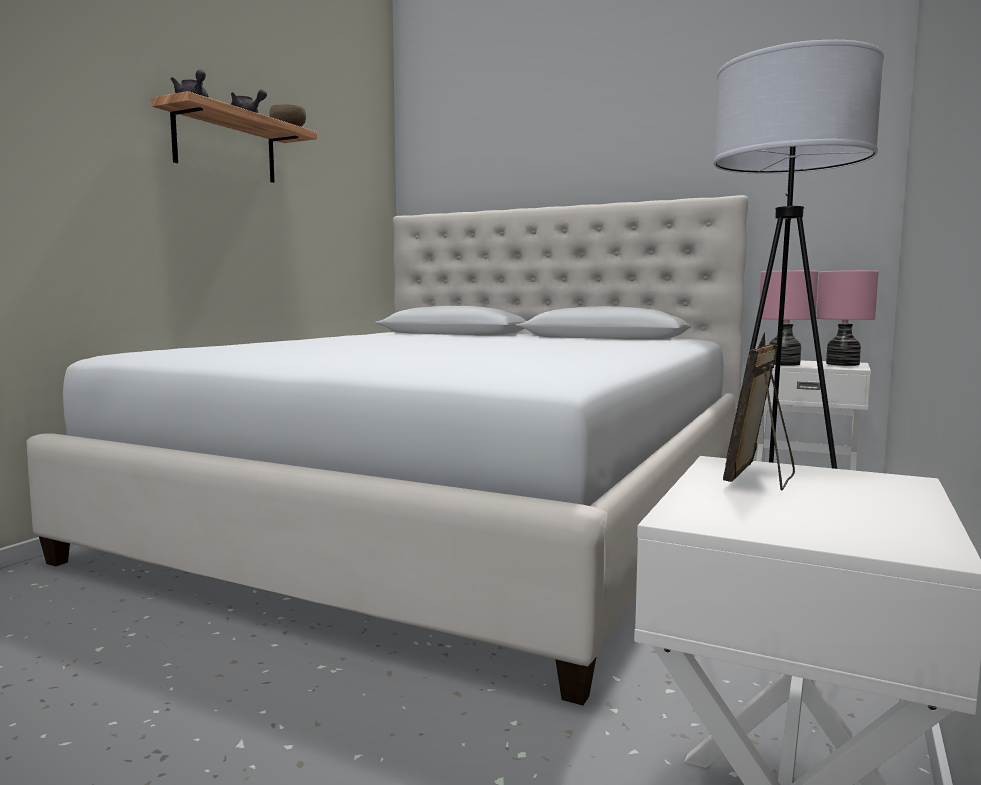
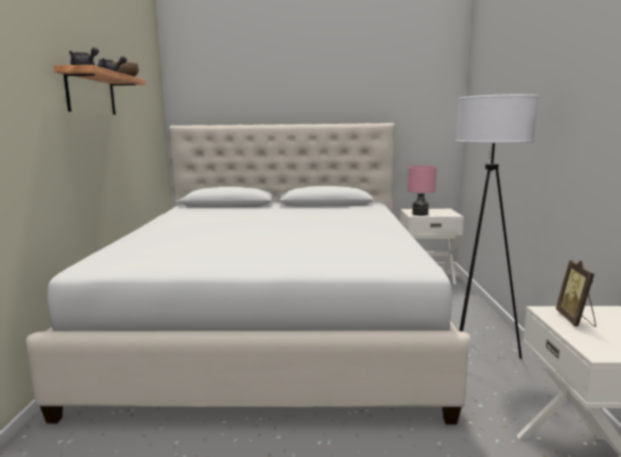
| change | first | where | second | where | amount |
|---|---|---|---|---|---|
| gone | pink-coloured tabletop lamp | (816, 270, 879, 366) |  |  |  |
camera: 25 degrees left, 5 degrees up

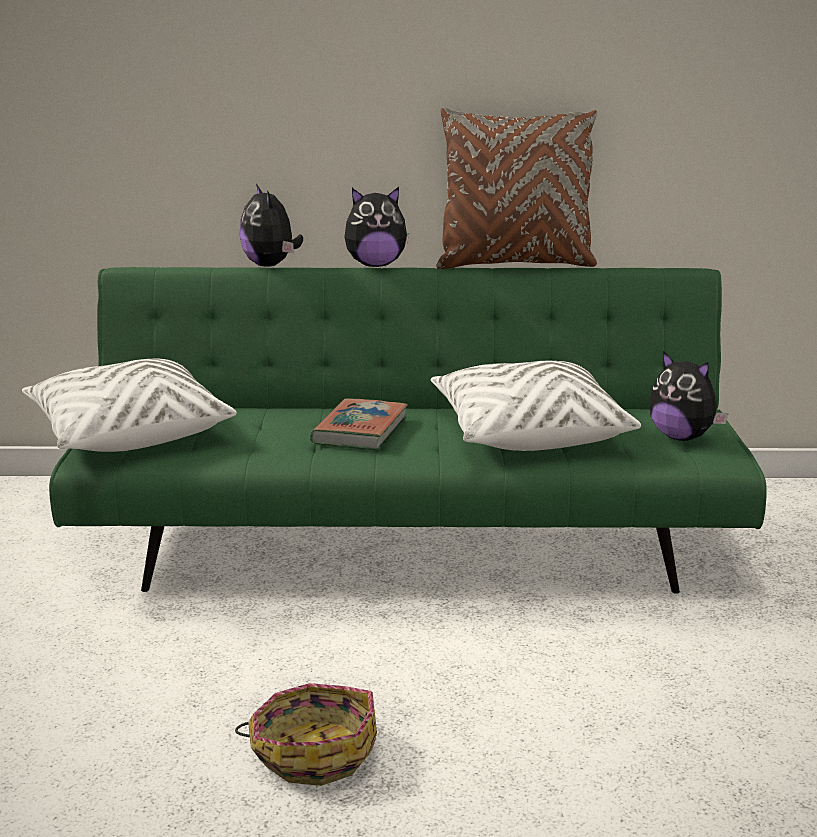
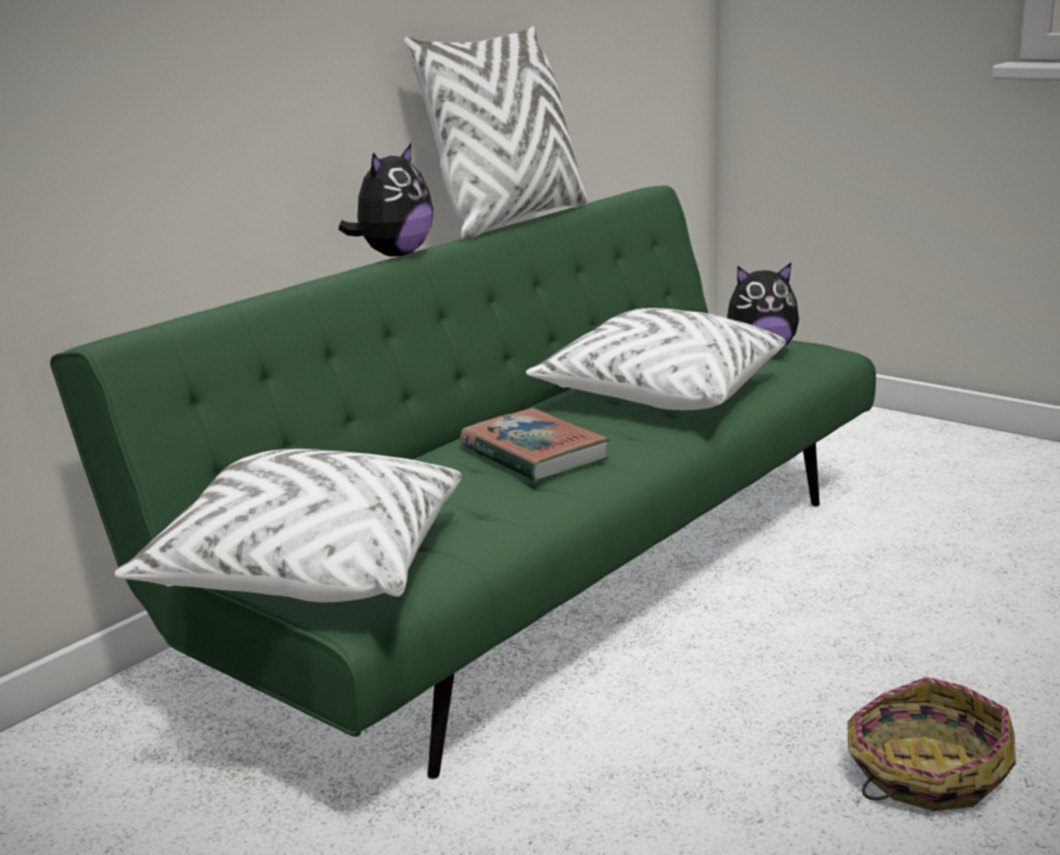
| change | first | where | second | where | amount |
|---|---|---|---|---|---|
| gone | cuddly toy | (240, 184, 303, 267) |  |  |  |
| repainted | brown cushion | (436, 107, 597, 269) | white-coloured cushion | (404, 26, 587, 241) |  |
camera: 50 degrees left, 0 degrees up

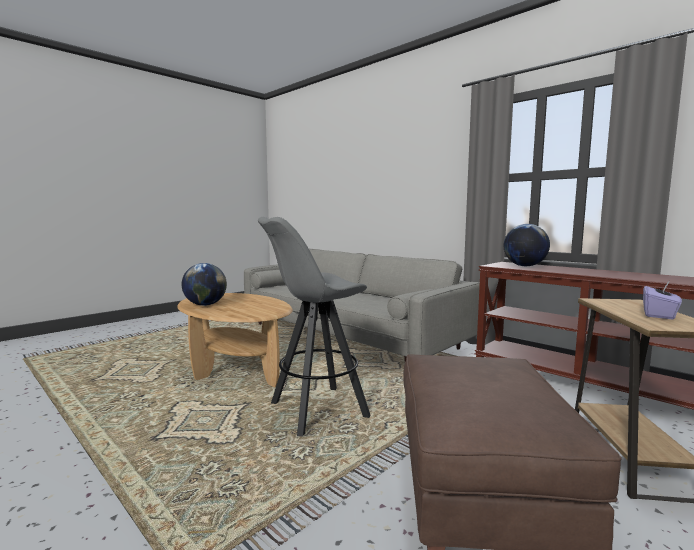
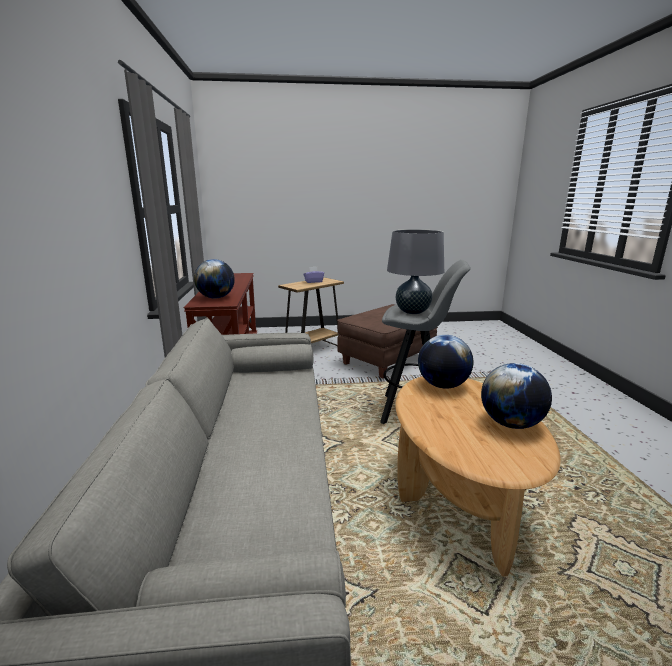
| change | first | where | second | where | amount |
|---|---|---|---|---|---|
| new |  |  | grey tabletop lamp | (387, 229, 444, 314) |  |
| new |  |  | desk globe | (418, 335, 474, 389) |  |
camera: 140 degrees left, 10 degrees up

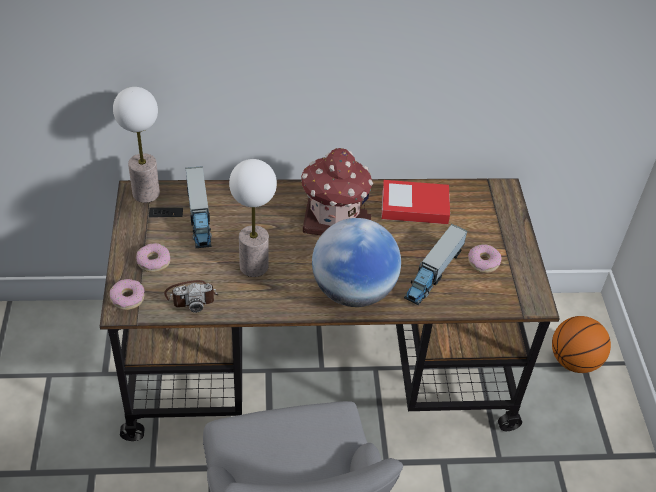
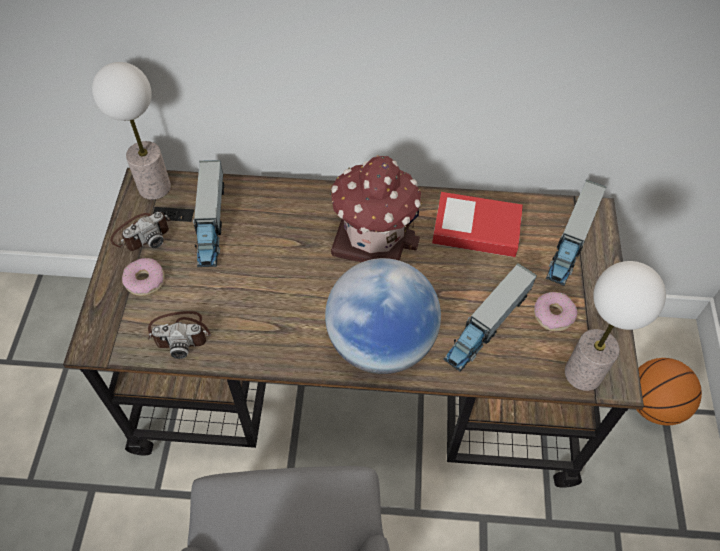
| change | first | where | second | where | amount |
|---|---|---|---|---|---|
| gone | doughnut | (110, 279, 145, 310) |  |  |  |
| shifted | tabletop lamp | (229, 159, 277, 277) |  | (565, 261, 666, 391) |  |
| new |  |  | photo camera | (110, 212, 171, 251) |  |
| new |  |  | toy lorry | (546, 180, 606, 286) |  |
camera: 10 degrees right, 10 degrees up

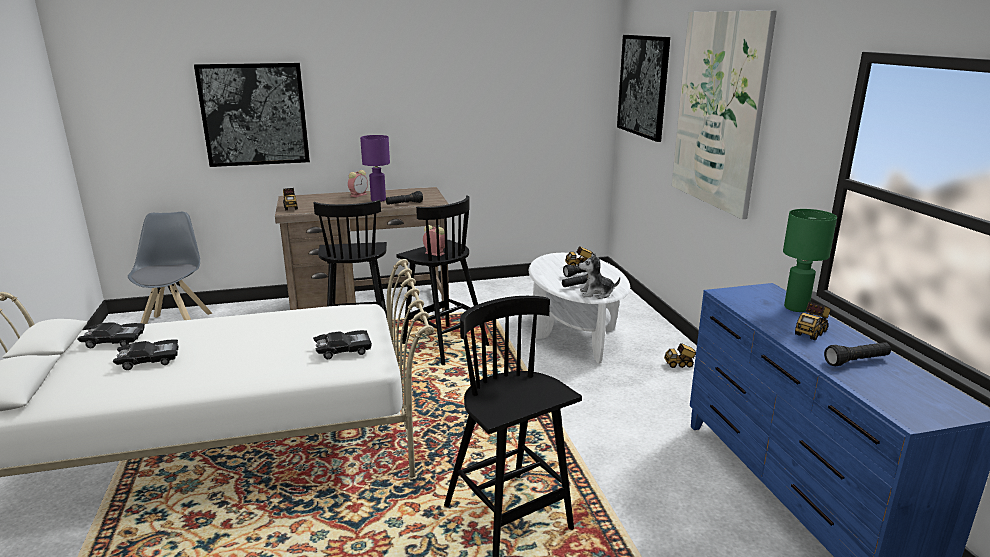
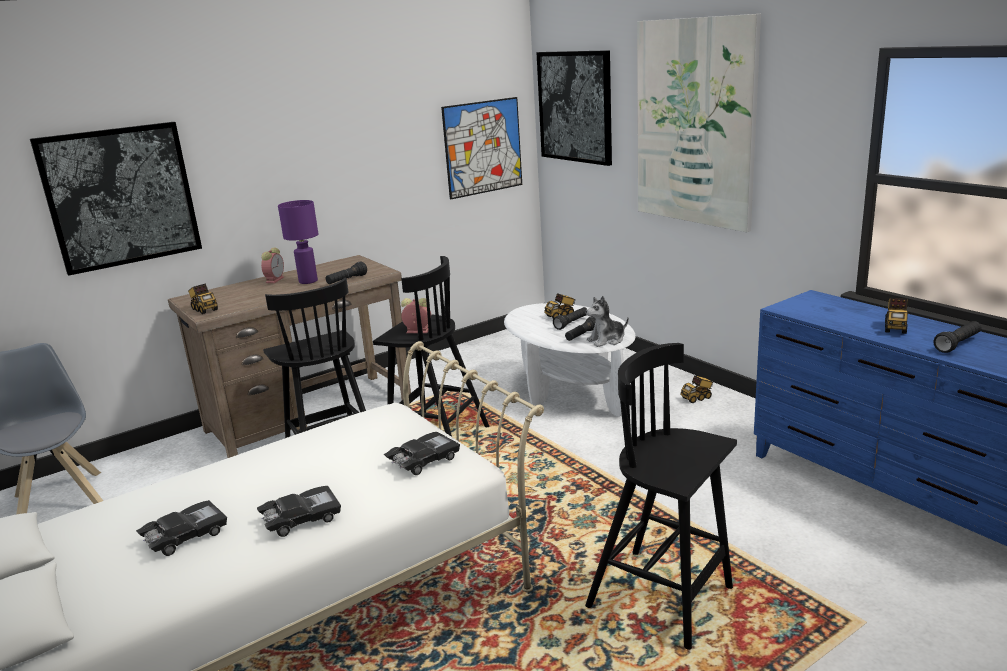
| change | first | where | second | where | amount |
|---|---|---|---|---|---|
| shifted | blackish model car | (77, 322, 145, 348) |  | (257, 486, 341, 537) |  |
| gone | greenish tabletop lamp | (783, 209, 837, 312) |  |  |  |
| new |  |  | wall picture | (441, 97, 522, 199) |  |
camera: 20 degrees left, 0 degrees up

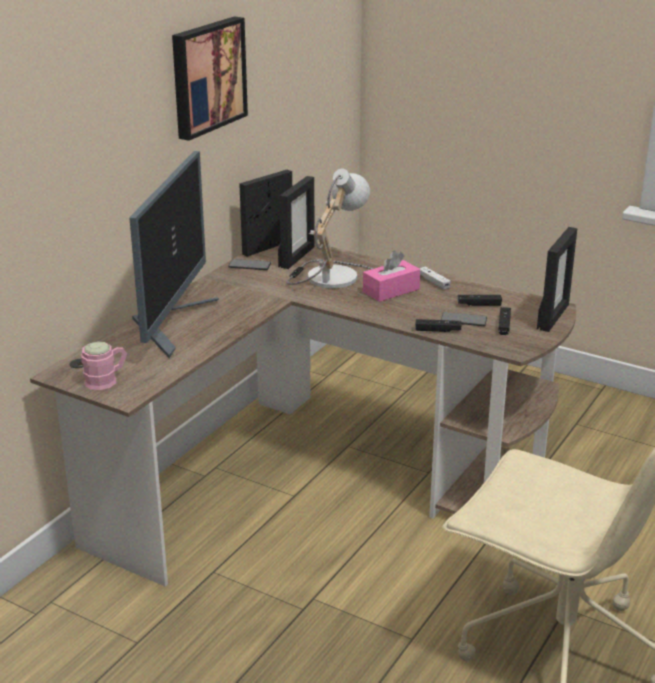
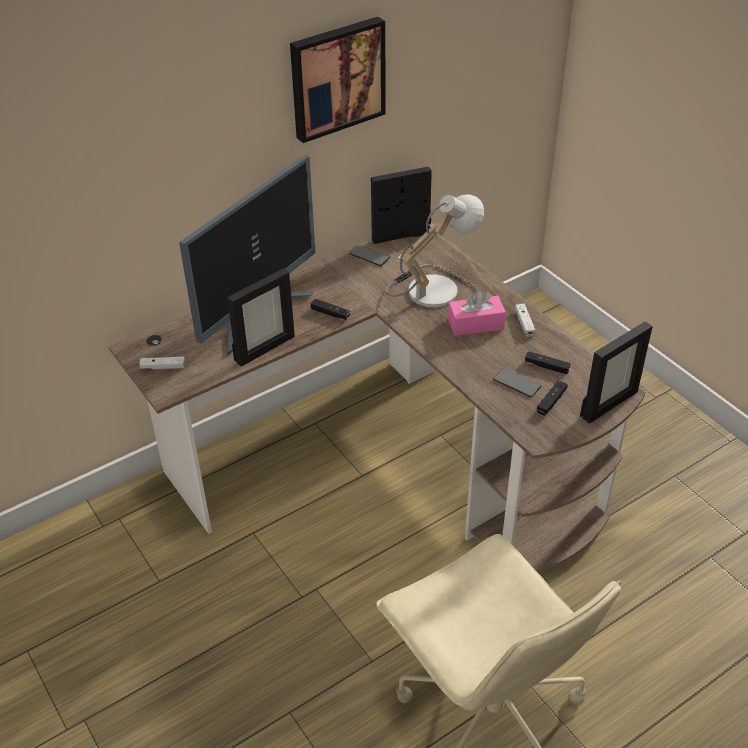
| change | first | where | second | where | amount |
|---|---|---|---|---|---|
| swapped | pink-coloured coffee mug | (81, 341, 127, 390) | white-coloured joypad | (139, 357, 185, 369) |  |
| shifted | picture frame | (278, 176, 315, 269) |  | (227, 268, 295, 367) |  |
| shifted | blackish joypad | (415, 319, 461, 332) |  | (311, 299, 351, 320) |  |
camera: 25 degrees right, 15 degrees up

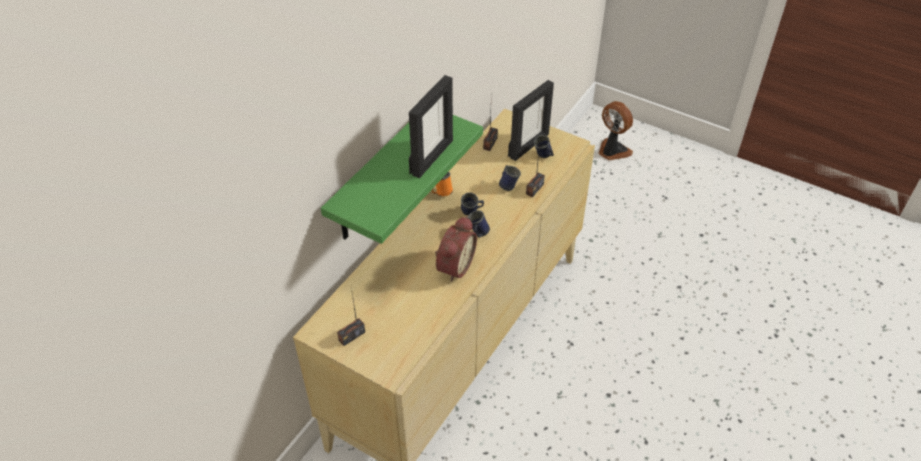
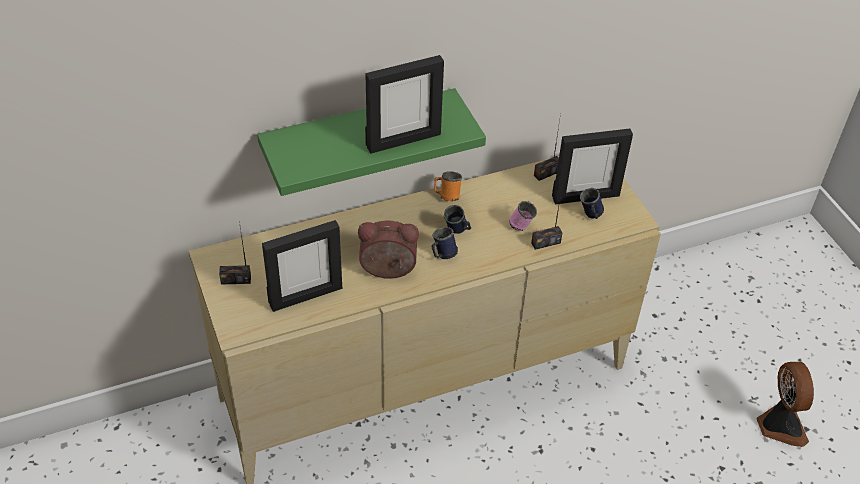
| change | first | where | second | where | amount |
|---|---|---|---|---|---|
| rotated | bedside clock | (435, 216, 477, 282) |  | (358, 220, 419, 279) | 150 degrees counterclockwise |
| repainted | bluish coffee mug | (499, 165, 521, 191) | pink-coloured coffee mug | (509, 201, 537, 231) |  |
| shifted | cooling fan | (598, 101, 633, 160) |  | (757, 362, 814, 447) |  |
| new |  |  | picture frame | (262, 220, 342, 312) |  |
camera: 35 degrees right, 0 degrees up

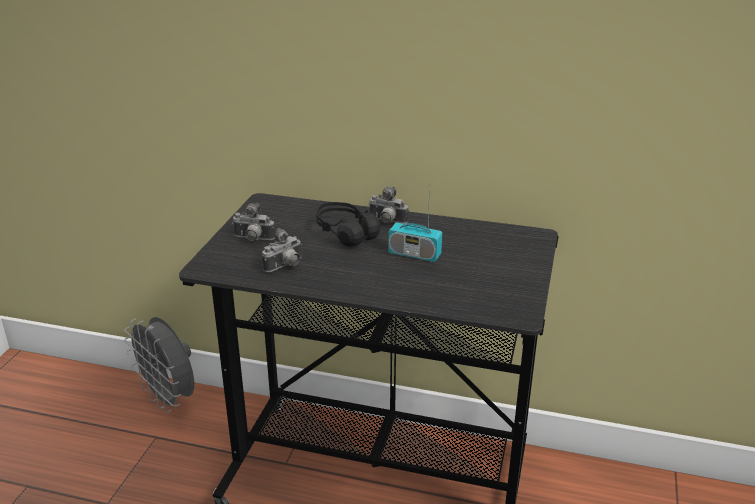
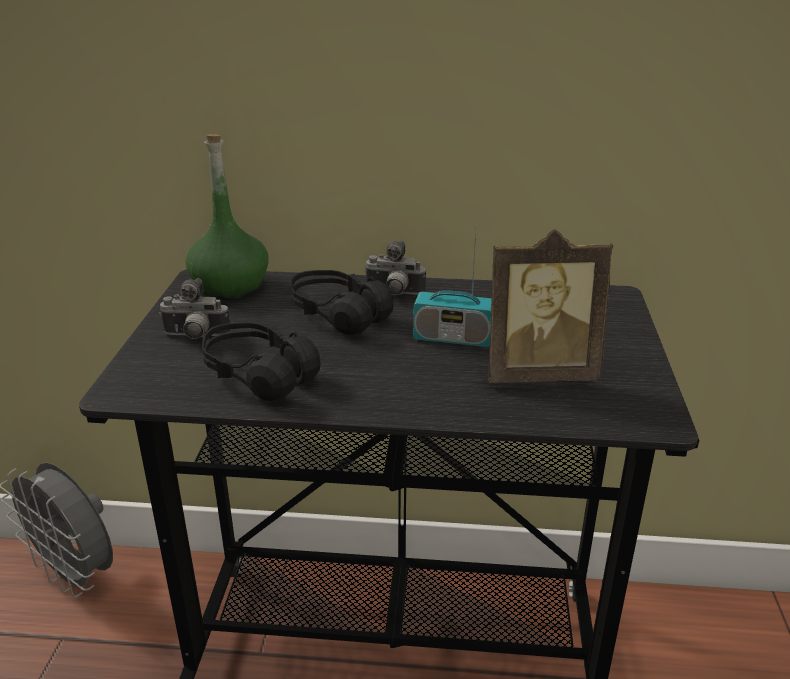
| change | first | where | second | where | amount |
|---|---|---|---|---|---|
| swapped | photo camera | (262, 228, 302, 272) | blackish headset | (202, 322, 320, 401) |  |
| new |  |  | greenish drink bottle | (185, 134, 269, 300) |  |
| new |  |  | picture frame | (488, 229, 613, 383) |  |
camera: 10 degrees left, 0 degrees up

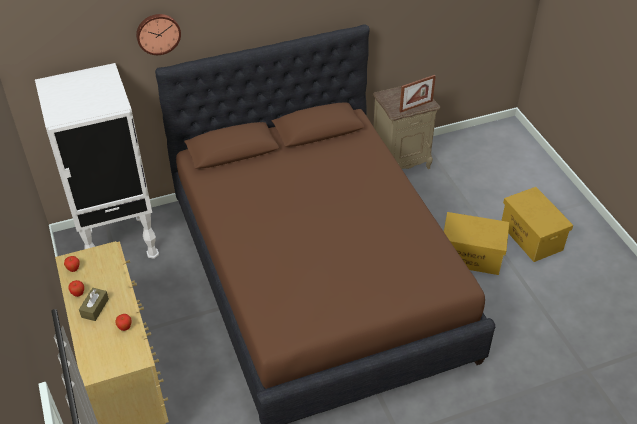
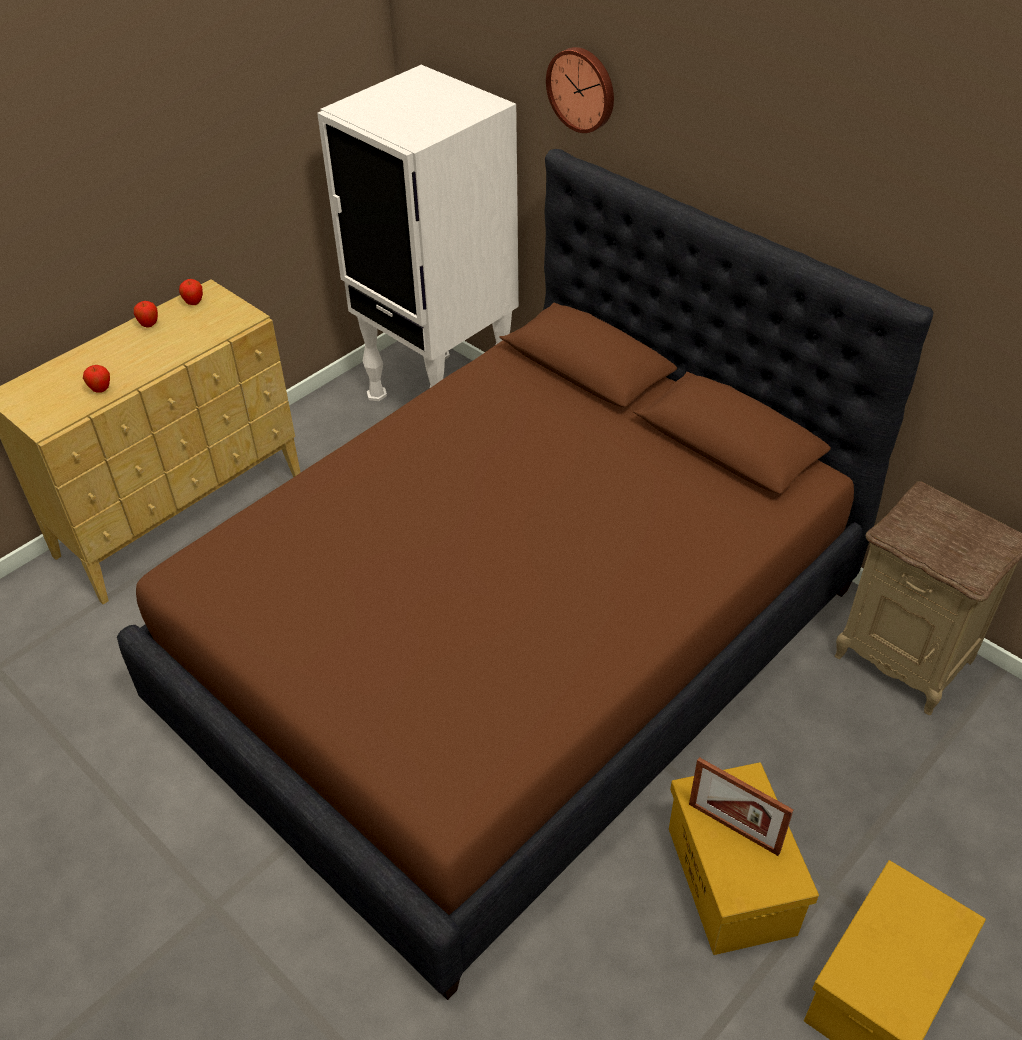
| change | first | where | second | where | amount |
|---|---|---|---|---|---|
| gone | brown tissue box | (79, 288, 109, 321) |  |  |  |
| shifted | picture frame | (399, 75, 436, 113) |  | (689, 757, 794, 856) |  |
camera: 65 degrees right, 0 degrees up

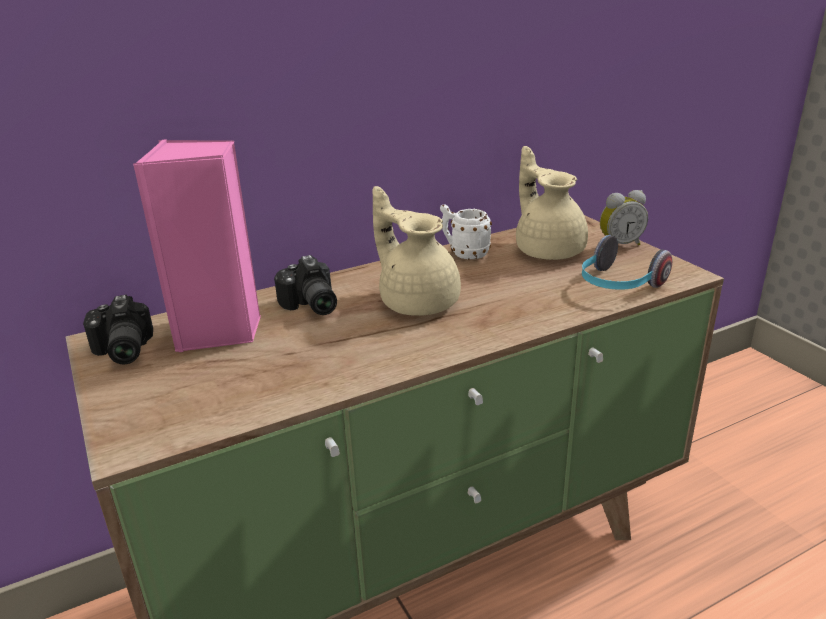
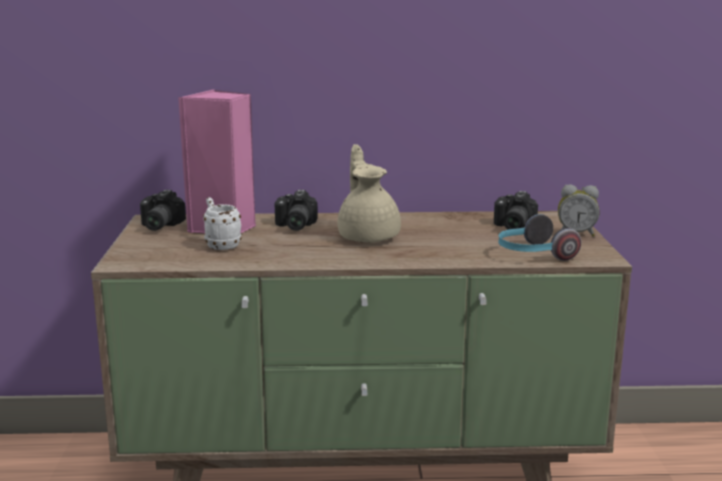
| change | first | where | second | where | amount |
|---|---|---|---|---|---|
| shifted | white-coloured coffee mug | (440, 204, 492, 259) |  | (203, 197, 242, 250) |  |
| swapped | beige tea pot | (516, 146, 588, 260) | photo camera | (494, 191, 538, 230) |  |
camera: 25 degrees right, 10 degrees down

